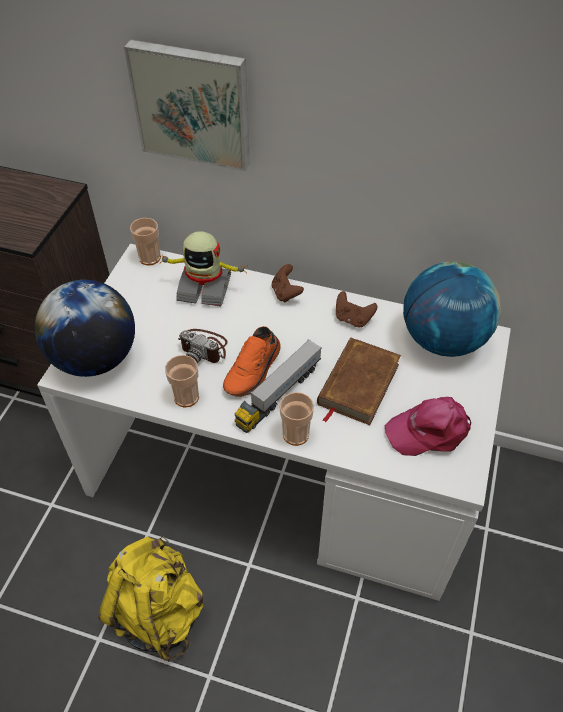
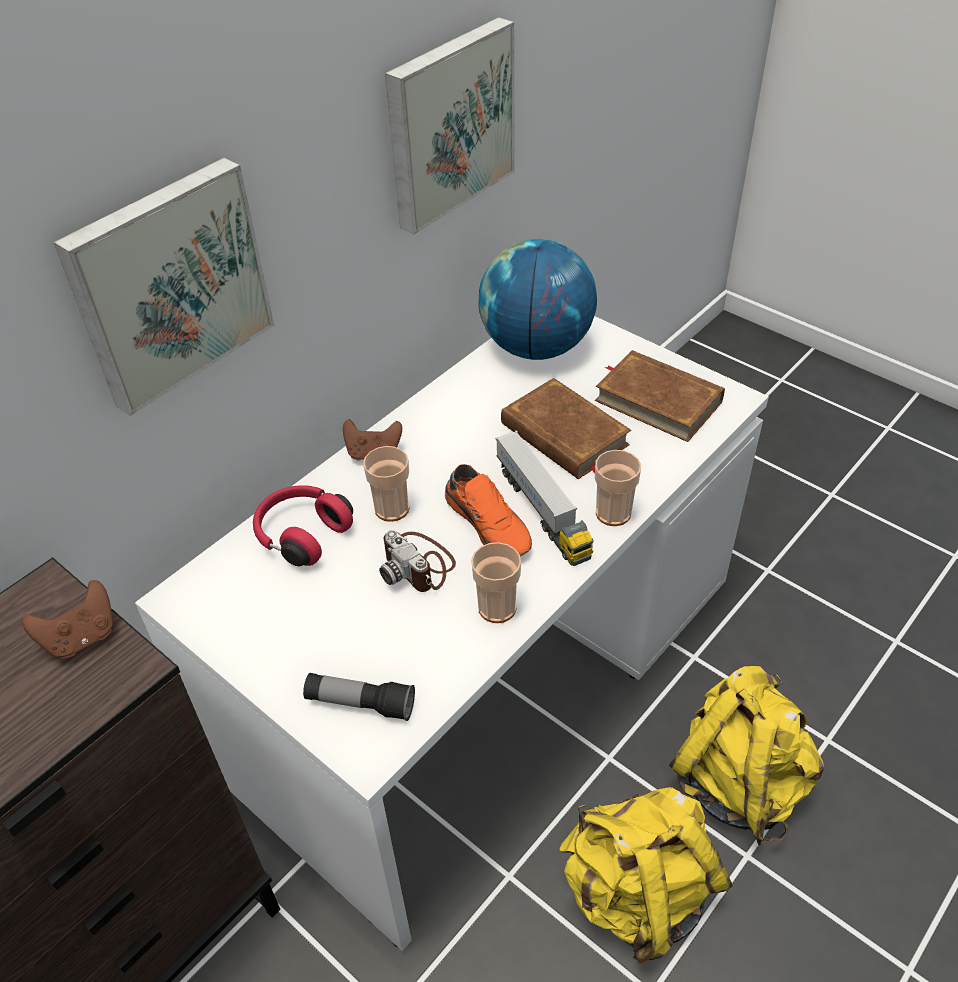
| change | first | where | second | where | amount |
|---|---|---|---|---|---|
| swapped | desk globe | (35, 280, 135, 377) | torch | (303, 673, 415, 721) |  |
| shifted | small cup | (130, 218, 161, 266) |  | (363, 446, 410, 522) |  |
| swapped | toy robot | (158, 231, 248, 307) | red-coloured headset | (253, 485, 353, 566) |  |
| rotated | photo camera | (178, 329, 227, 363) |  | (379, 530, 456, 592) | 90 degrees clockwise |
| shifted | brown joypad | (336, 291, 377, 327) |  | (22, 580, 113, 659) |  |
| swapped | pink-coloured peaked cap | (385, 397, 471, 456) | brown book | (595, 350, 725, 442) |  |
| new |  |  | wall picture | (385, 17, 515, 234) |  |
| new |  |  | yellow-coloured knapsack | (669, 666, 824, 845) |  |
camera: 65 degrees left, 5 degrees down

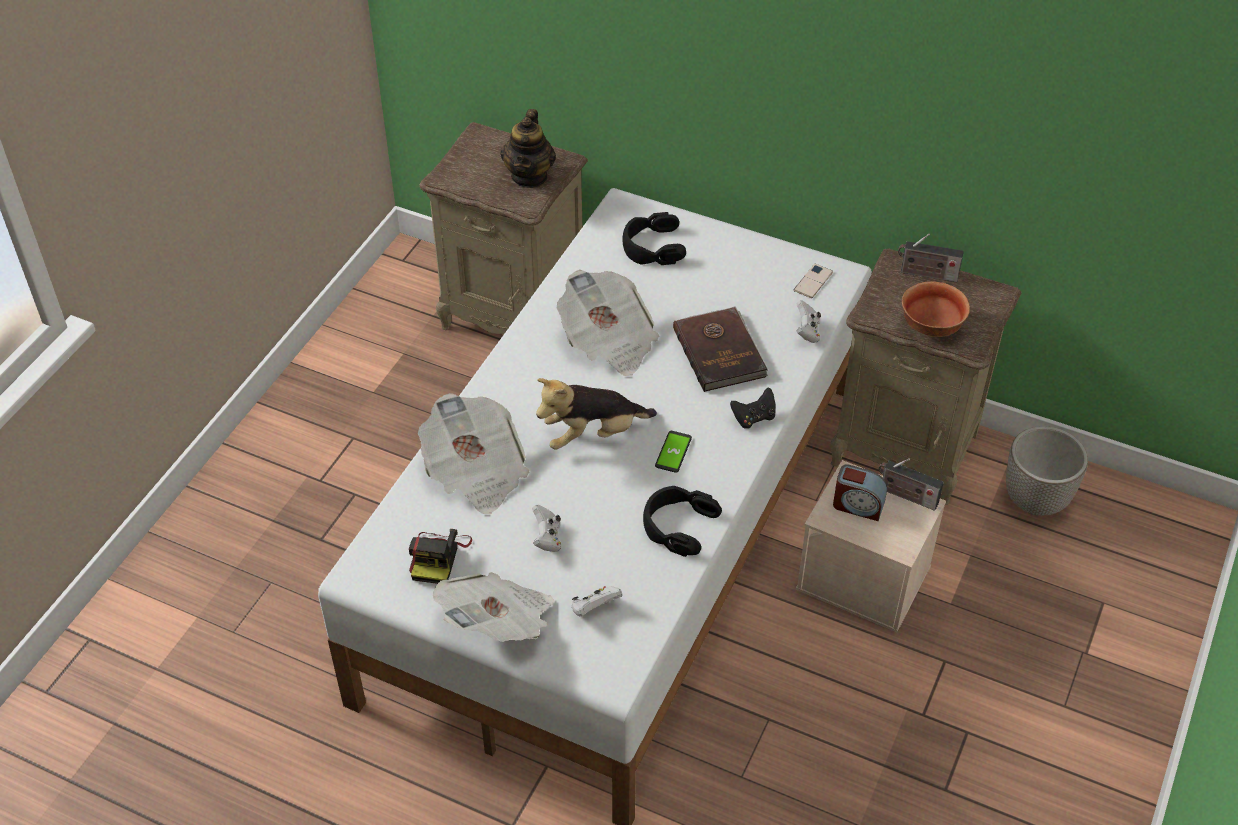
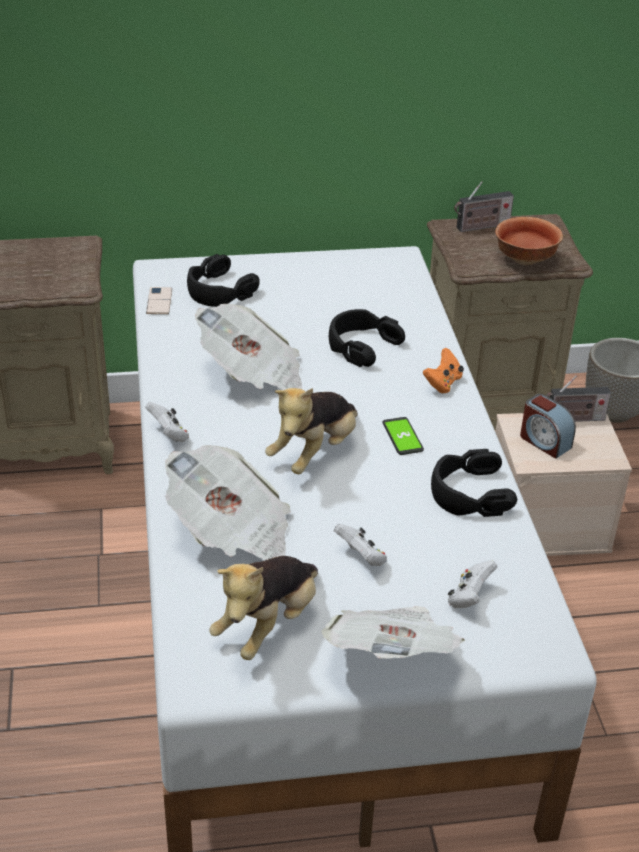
| change | first | where | second | where | amount |
|---|---|---|---|---|---|
| swapped | photo camera | (409, 529, 472, 584) | cuddly toy | (209, 556, 318, 660) |  |
| gone | tea pot | (501, 109, 556, 188) |  |  |  |
| swapped | brown book | (673, 306, 768, 392) | blackish headset | (329, 309, 405, 367) |  |
| repainted | blackish joypad | (730, 388, 775, 429) | orangey joypad | (423, 348, 464, 393) |  |
| shifted | handset | (793, 264, 833, 298) |  | (146, 287, 172, 314) |  |
| shifted | white-coloured joypad | (796, 301, 821, 343) |  | (145, 402, 189, 442) |  |
| rotated | bedside clock | (833, 464, 887, 521) |  | (520, 394, 576, 459) | 60 degrees clockwise |
camera: 35 degrees left, 10 degrees down

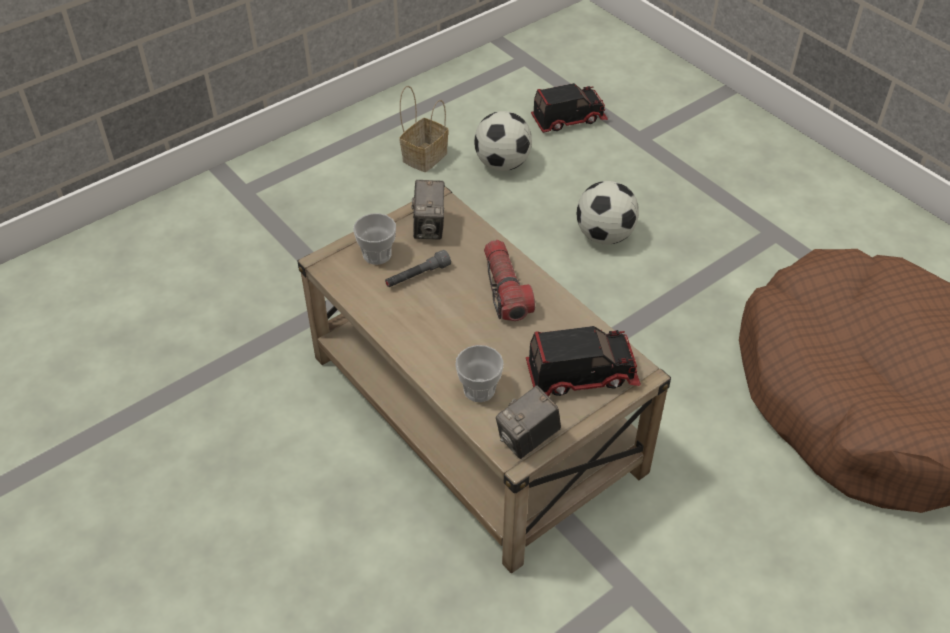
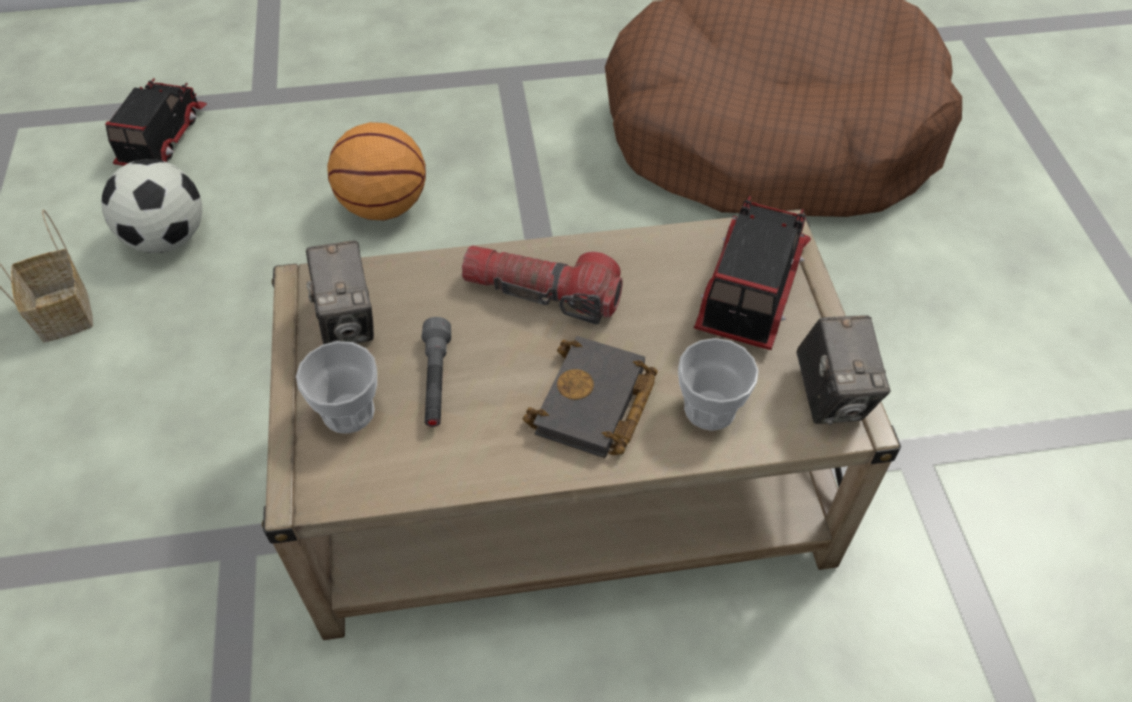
| change | first | where | second | where | amount |
|---|---|---|---|---|---|
| rotated | photo camera | (411, 180, 445, 240) |  | (306, 240, 374, 344) | 45 degrees clockwise |
| swapped | football | (577, 181, 639, 244) | ball for basketball | (327, 122, 426, 221) |  |
| new |  |  | blackish book | (523, 336, 658, 458) |  |
camera: 60 degrees left, 5 degrees up

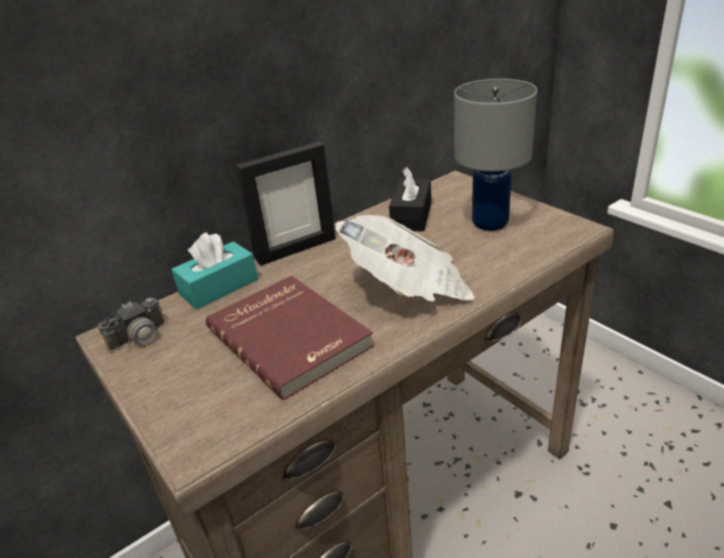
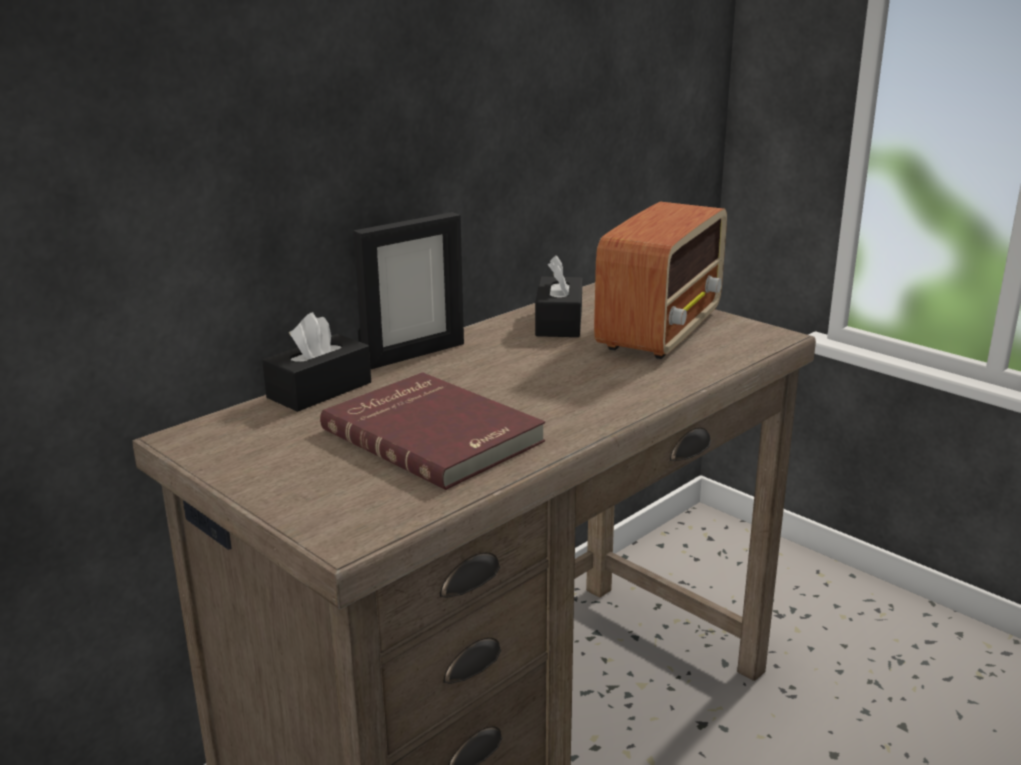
| change | first | where | second | where | amount |
|---|---|---|---|---|---|
| gone | photo camera | (98, 298, 186, 357) |  |  |  |
| repainted | turquoise tissue box | (171, 233, 258, 309) | blackish tissue box | (262, 312, 371, 412) |  |
| gone | printed paper | (335, 215, 475, 302) |  |  |  |
| swapped | grey tabletop lamp | (454, 79, 537, 231) | radio set | (594, 202, 727, 359) |  |
camera: 10 degrees left, 10 degrees down

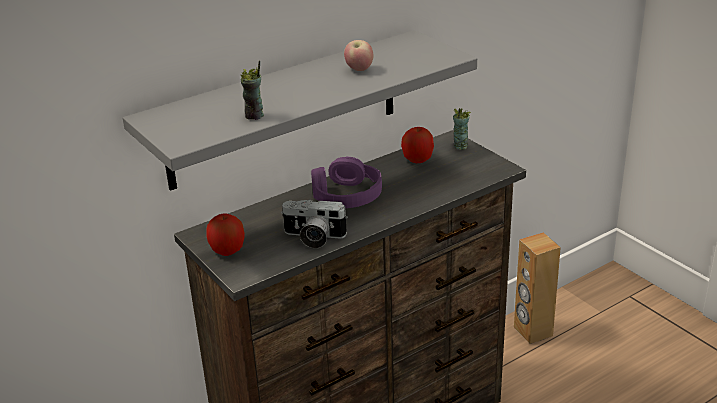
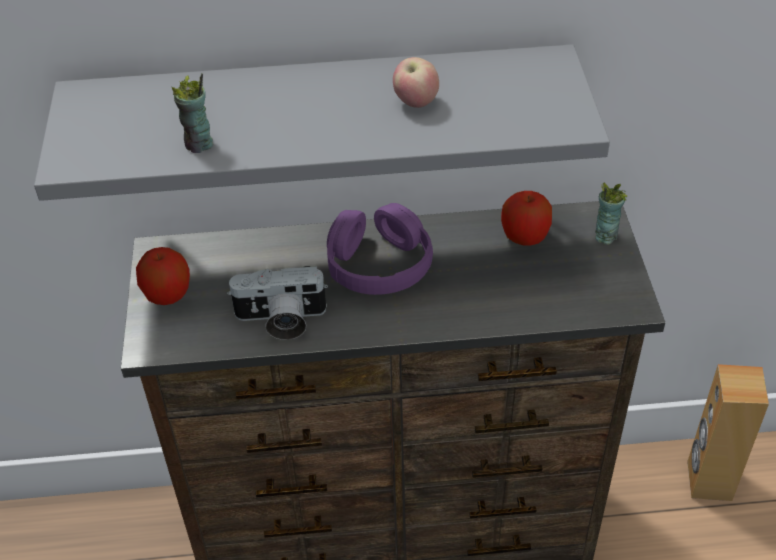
| change | first | where | second | where | amount |
|---|---|---|---|---|---|
| rotated | photo camera | (281, 200, 348, 248) |  | (227, 266, 328, 340) | 45 degrees counterclockwise |
camera: 30 degrees right, 15 degrees up

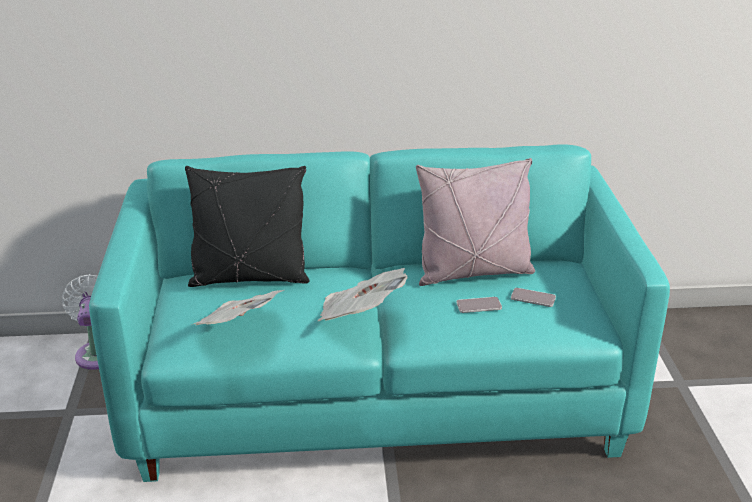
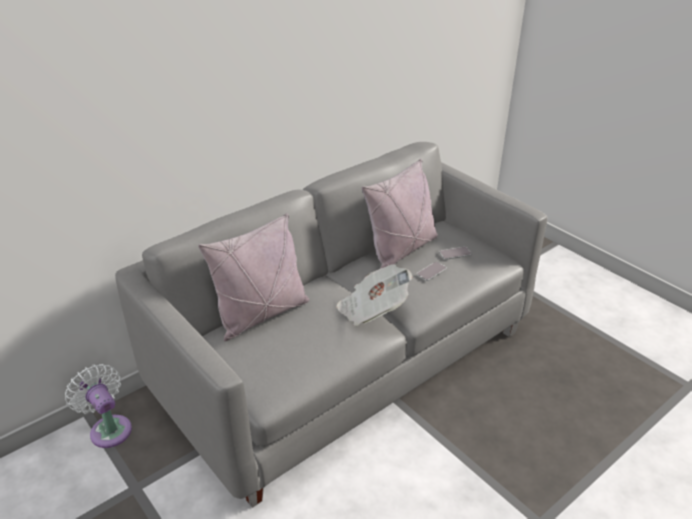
| change | first | where | second | where | amount |
|---|---|---|---|---|---|
| repainted | turquoise settee | (89, 144, 670, 482) | grey settee | (115, 142, 548, 508) |  |
| repainted | blackish cushion | (185, 166, 310, 287) | purple-coloured cushion | (198, 213, 309, 341) |  |
| gone | printed paper | (194, 290, 284, 325) |  |  |  |
camera: 35 degrees left, 5 degrees up

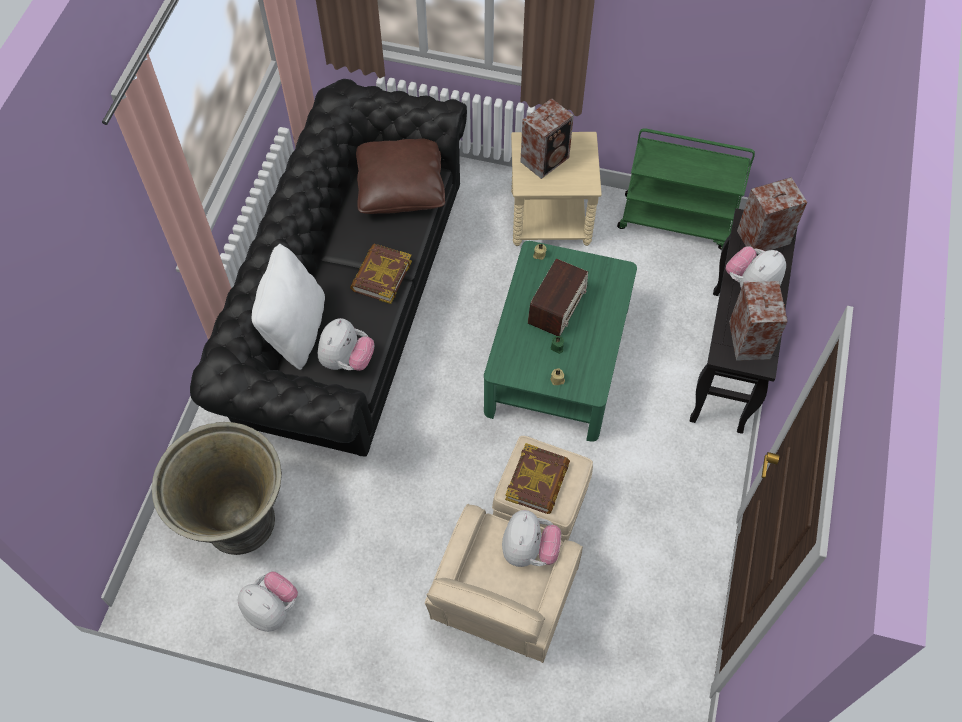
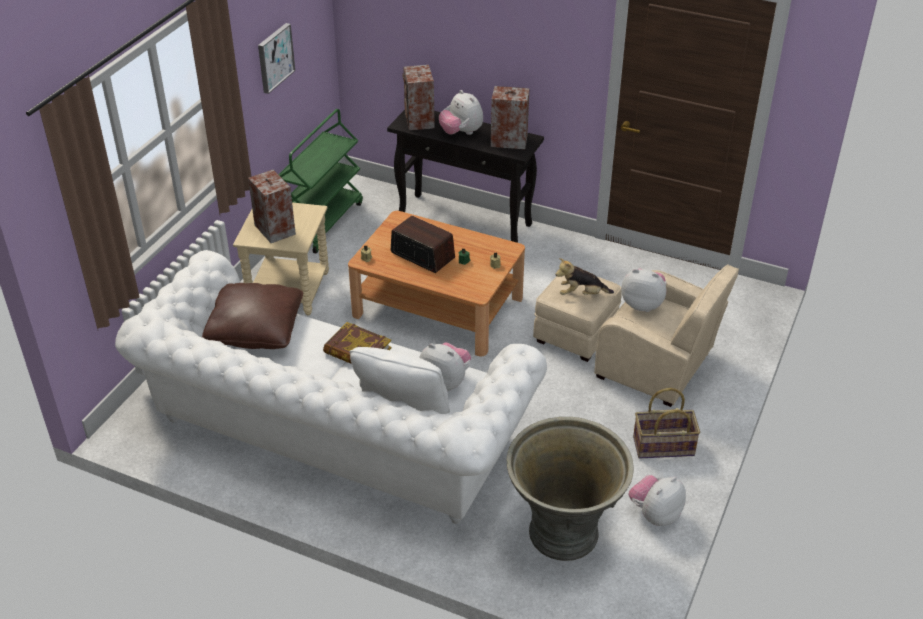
| change | first | where | second | where | amount |
|---|---|---|---|---|---|
| repainted | blackish settee | (190, 79, 467, 457) | white-coloured settee | (115, 250, 547, 524) |  |
| repainted | greenish coffee table | (484, 241, 637, 442) | brown coffee table | (348, 211, 525, 356) |  |
| swapped | book | (505, 443, 570, 514) | cuddly toy | (556, 258, 614, 295) |  |
| new |  |  | wall picture | (258, 23, 295, 94) |  |
| new |  |  | basket | (633, 388, 700, 458) |  |
camera: 80 degrees left, 20 degrees down

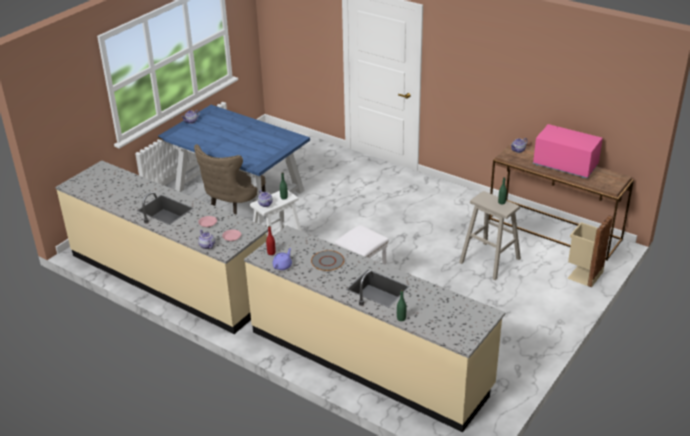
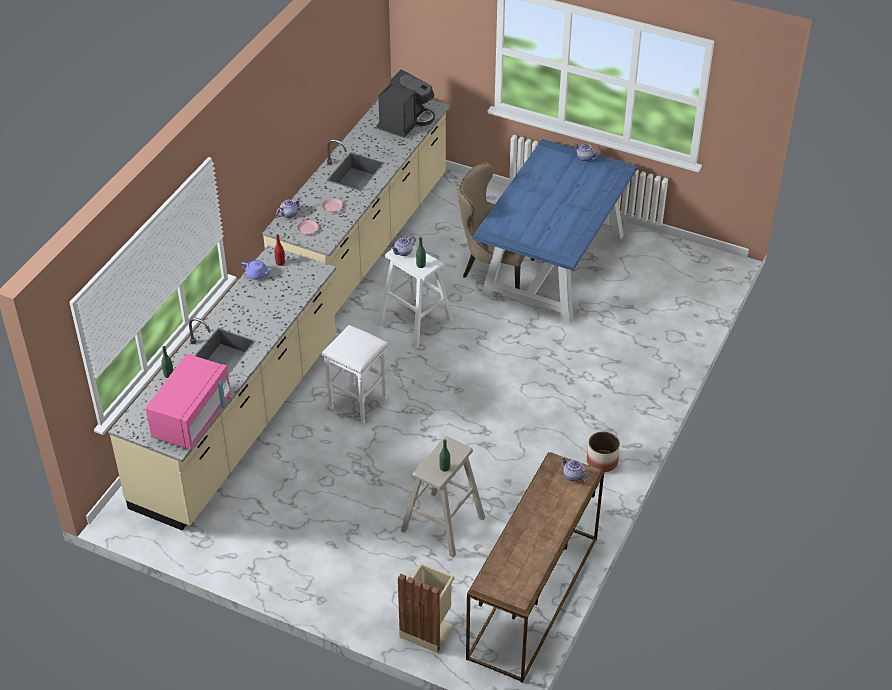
| change | first | where | second | where | amount |
|---|---|---|---|---|---|
| gone | grey flat dish | (311, 250, 344, 271) |  |  |  |
| shifted | pink-coloured microwave | (533, 124, 603, 178) |  | (145, 354, 231, 450) |  |
| new |  |  | coffee brewer | (376, 69, 435, 138) |  |
| new |  |  | plant pot | (587, 431, 620, 472) |  |
camera: 80 degrees right, 10 degrees up

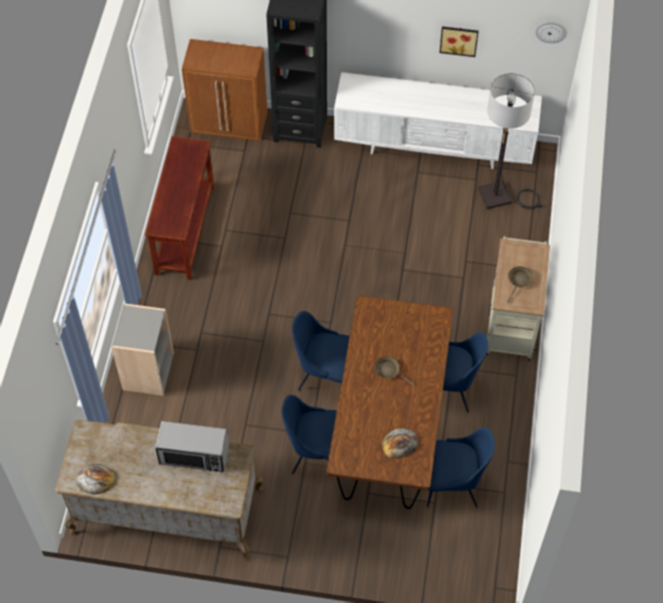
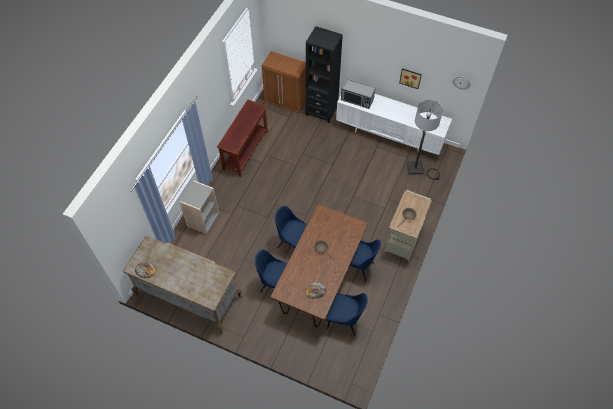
| change | first | where | second | where | amount |
|---|---|---|---|---|---|
| shifted | microwave | (155, 421, 229, 473) |  | (341, 79, 375, 109) |  |
camera: 15 degrees right, 0 degrees up

